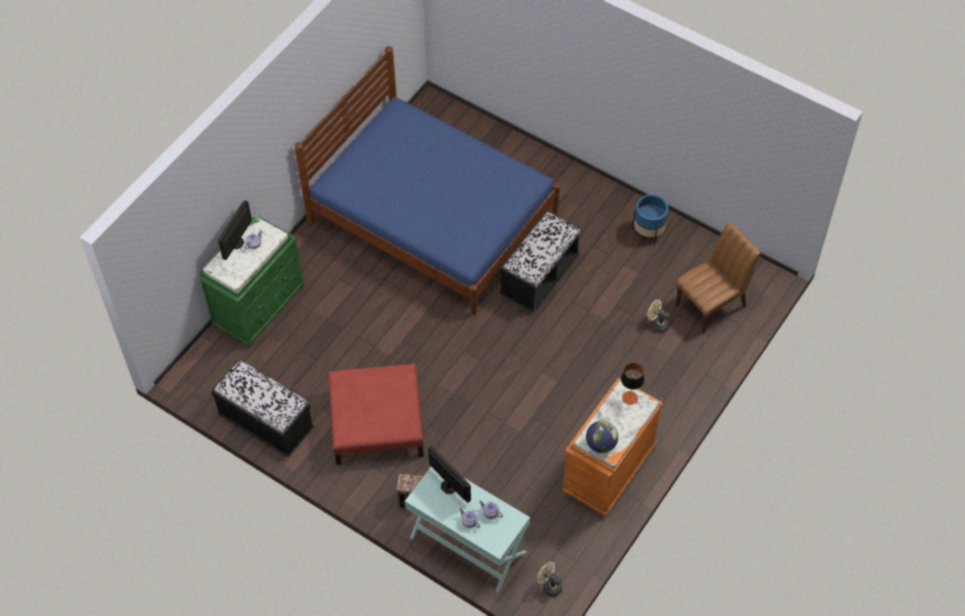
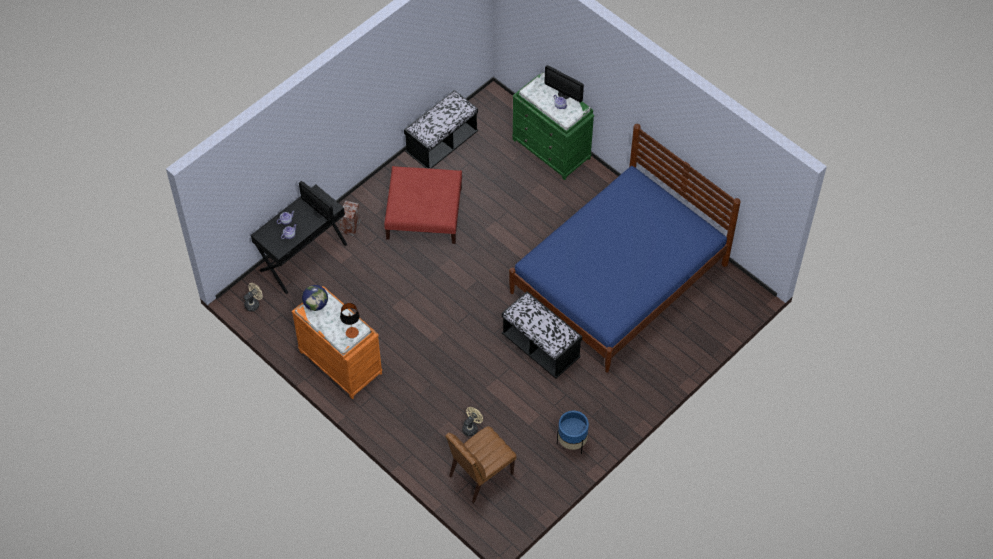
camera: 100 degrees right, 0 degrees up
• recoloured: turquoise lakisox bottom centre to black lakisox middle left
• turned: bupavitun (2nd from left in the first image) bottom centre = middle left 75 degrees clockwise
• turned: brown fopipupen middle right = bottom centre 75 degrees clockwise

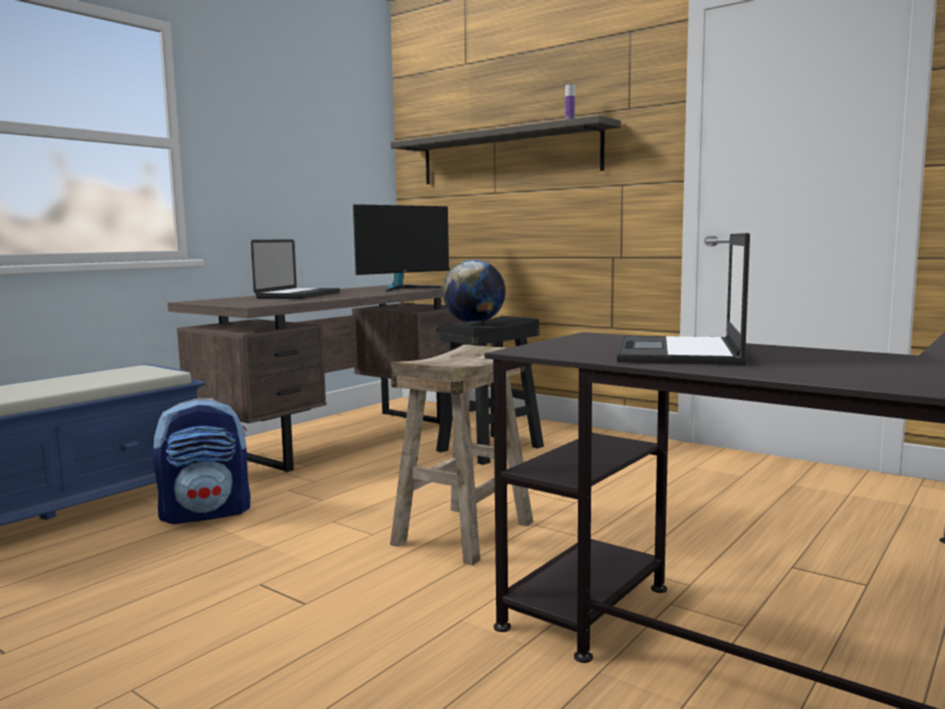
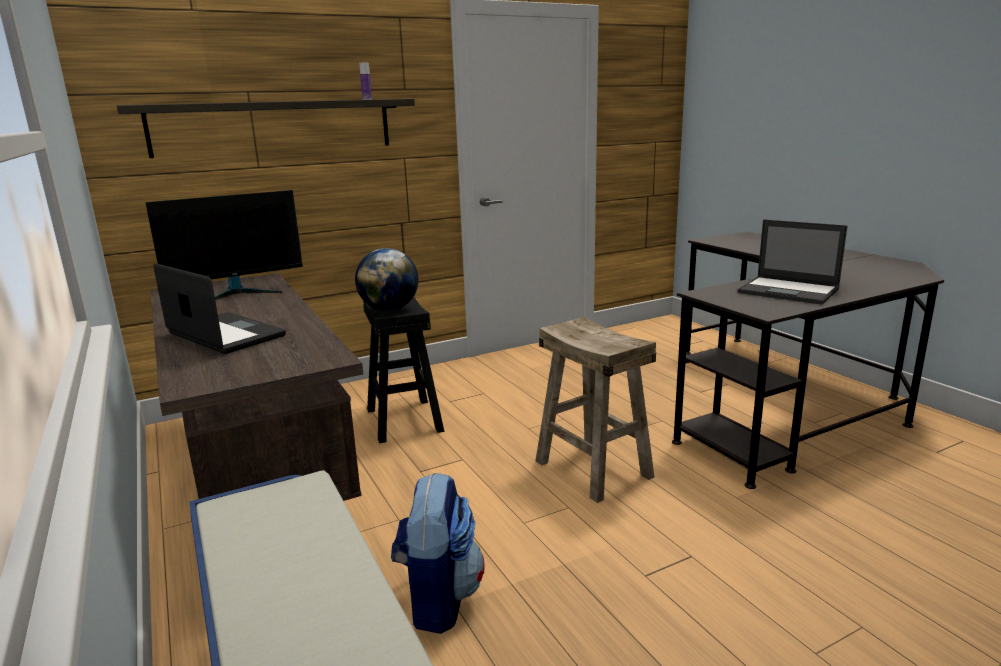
camera: 65 degrees left, 10 degrees up
• turned: bupavitun centre = middle left 75 degrees clockwise

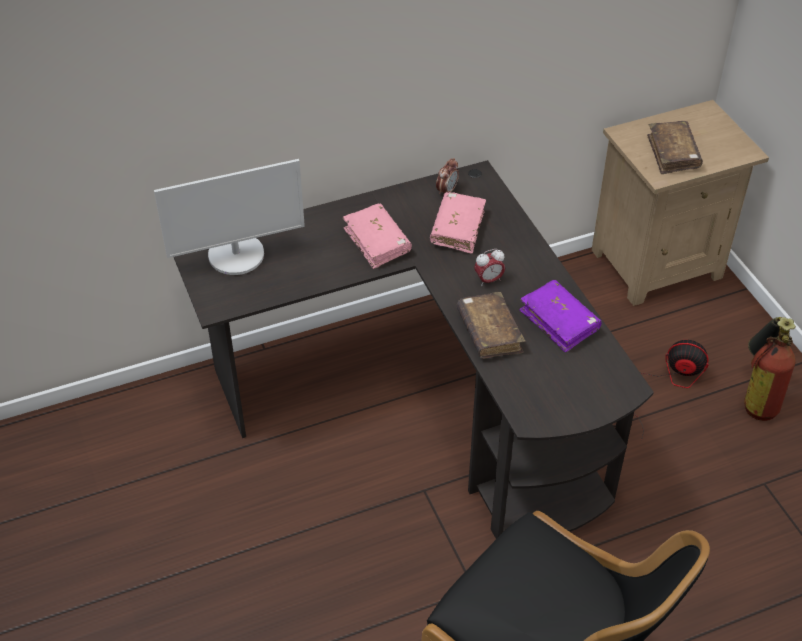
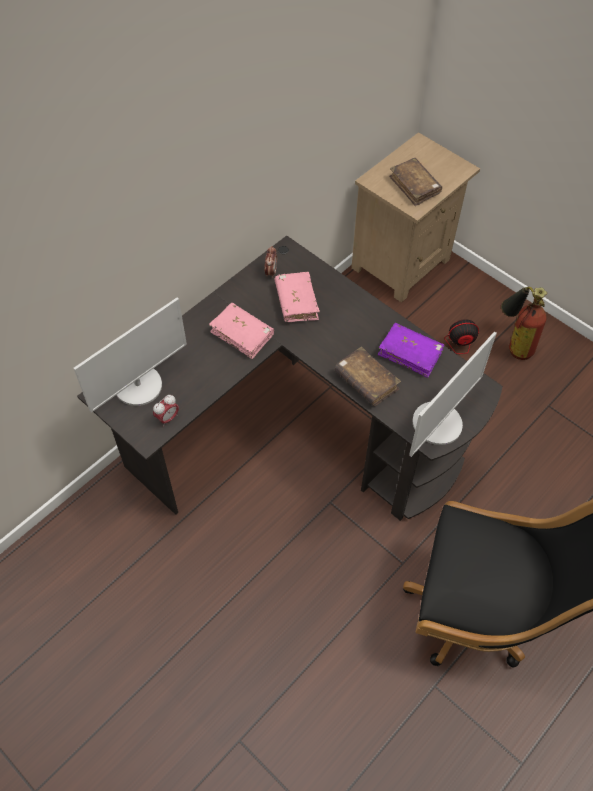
camera: 25 degrees left, 10 degrees up
• moved: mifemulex (2nd from left in the first image) centre to mifemulex (1st from left) middle left
• added: bupavitun (2nd from left) middle right

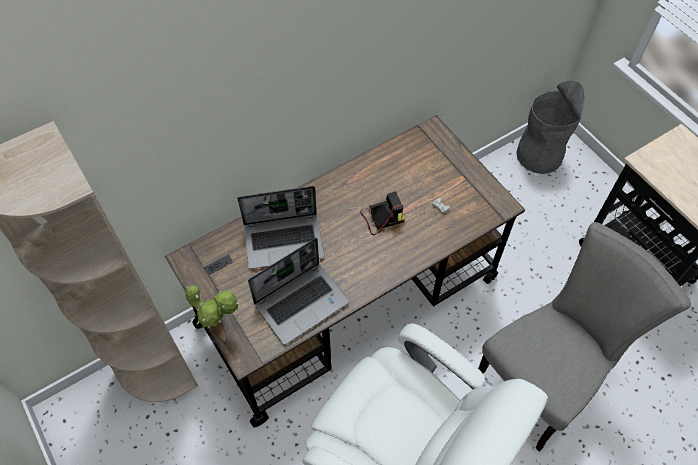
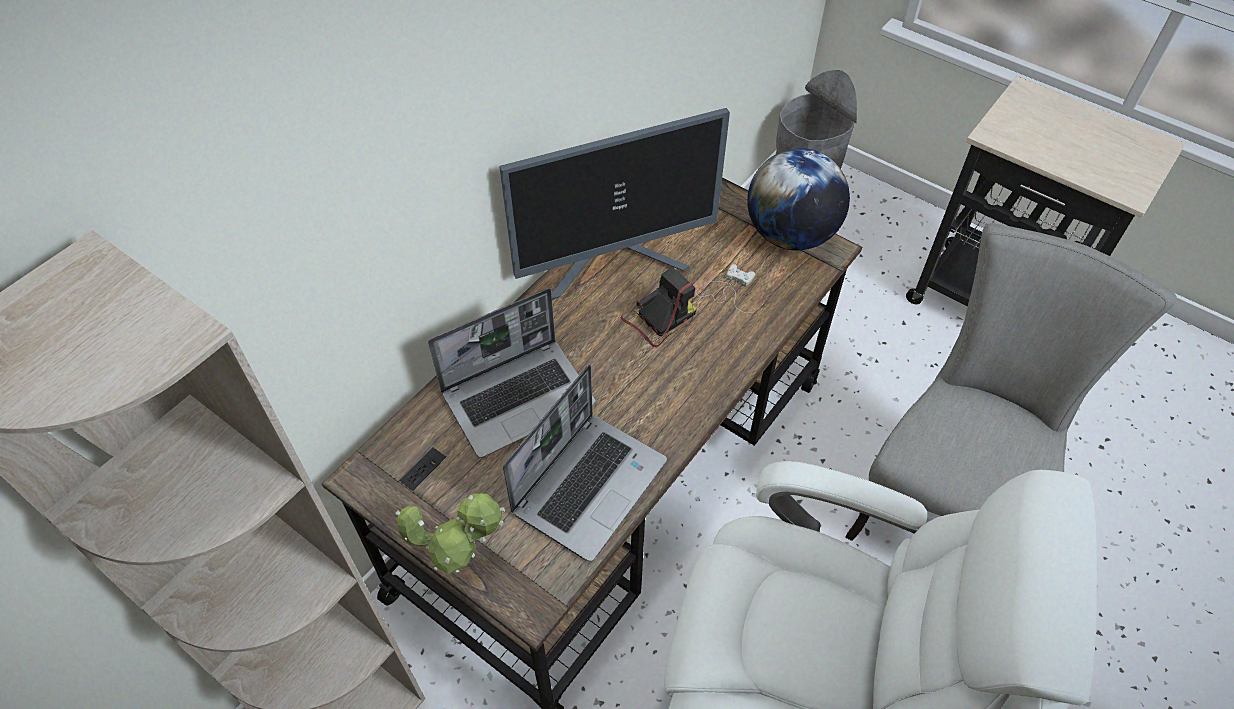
camera: 20 degrees left, 5 degrees down
• added: bupavitun top centre
• added: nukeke top centre

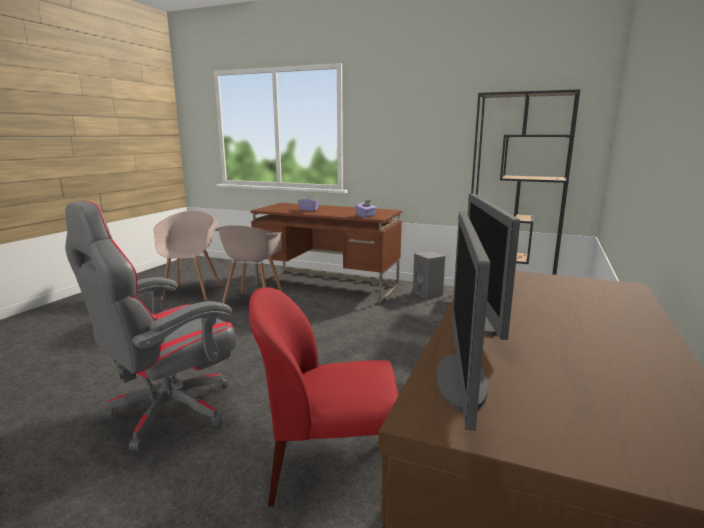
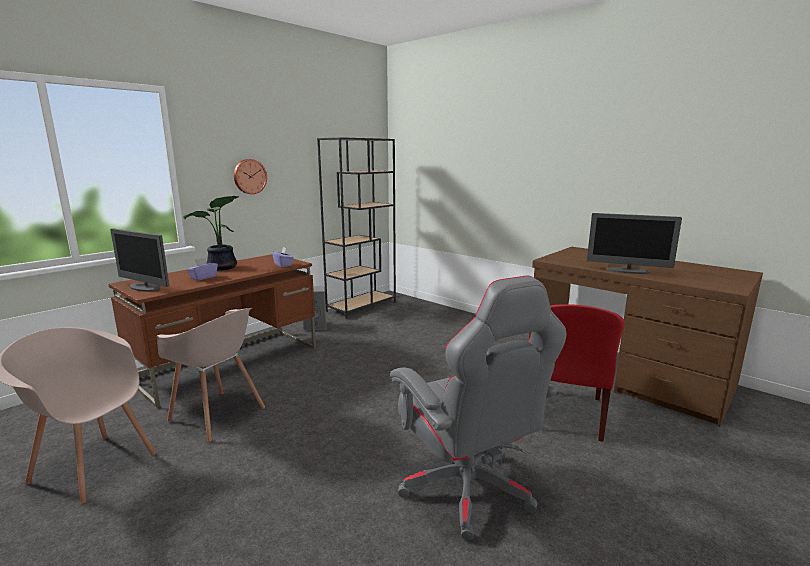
camera: 70 degrees left, 0 degrees up
• moved: bupavitun (1st from left) centre to middle left
• added: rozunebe middle left
• added: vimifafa top left

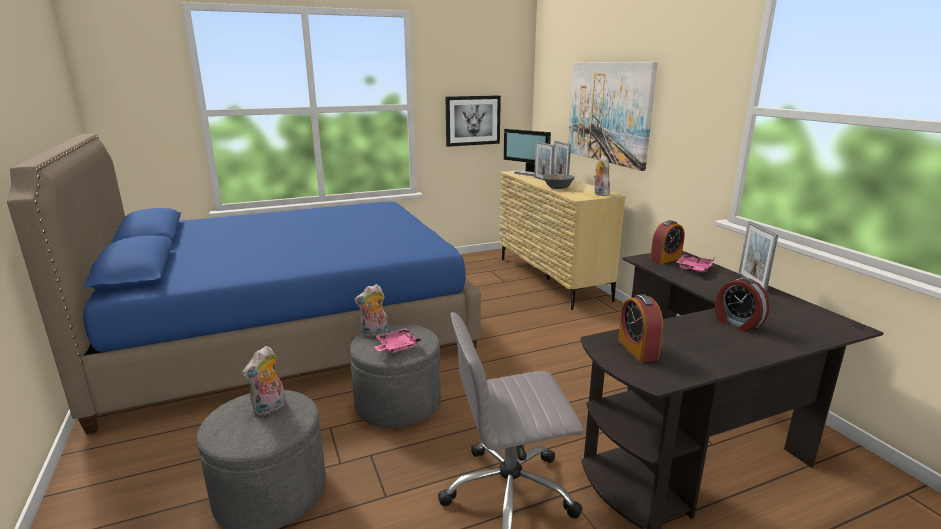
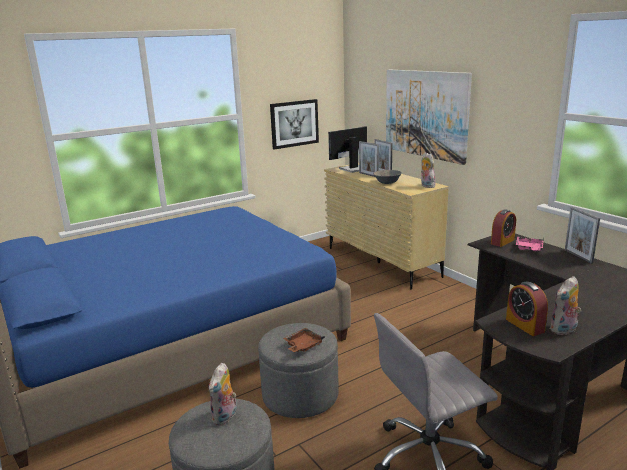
camera: 10 degrees left, 0 degrees up
• moved: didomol (2nd from left in the first image) centre to didomol (3rd from left) middle right
• recoloured: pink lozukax (1st from left) centre to brown lozukax bottom centre
• turned: bupavitun top centre = top centre 120 degrees clockwise
• removed: mifemulex (3rd from left) middle right

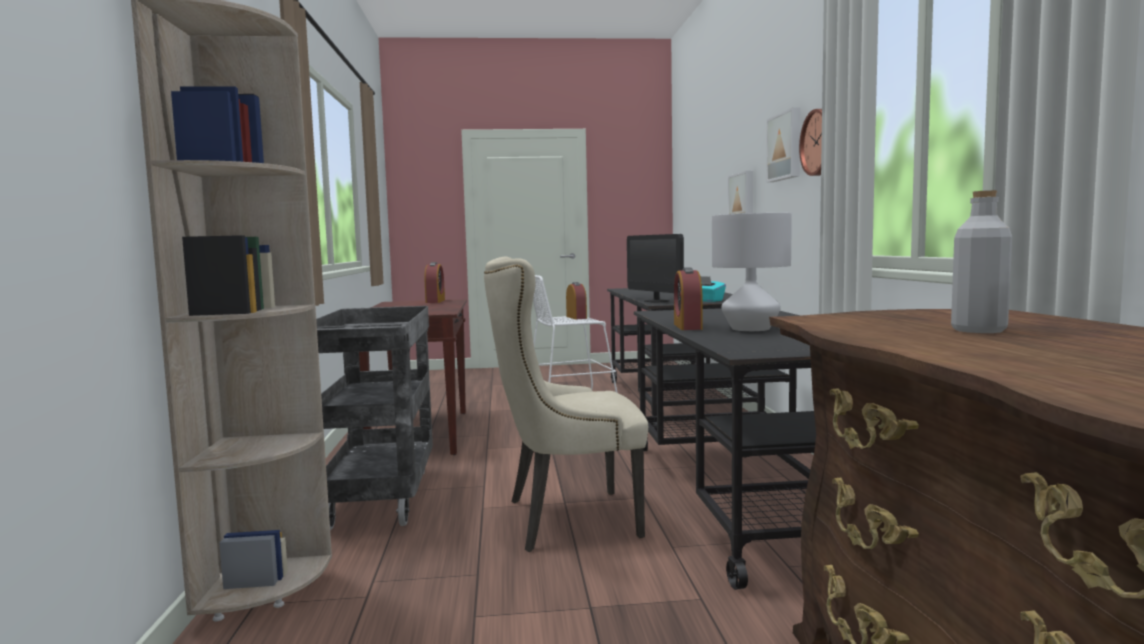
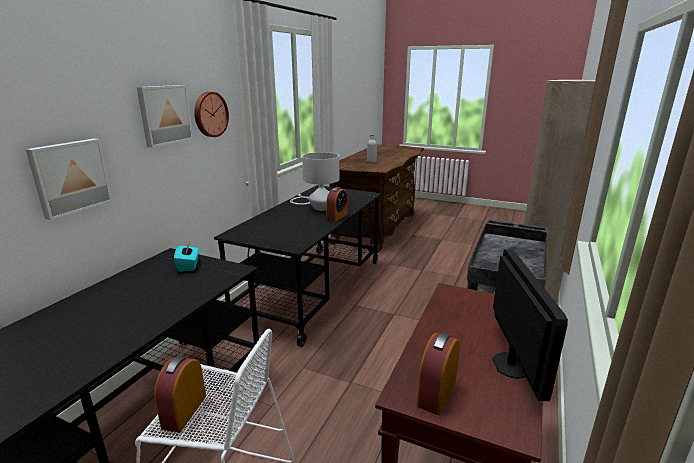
camera: 150 degrees left, 15 degrees up
• removed: beige fopipupen centre
• moved: bupavitun centre to bottom right

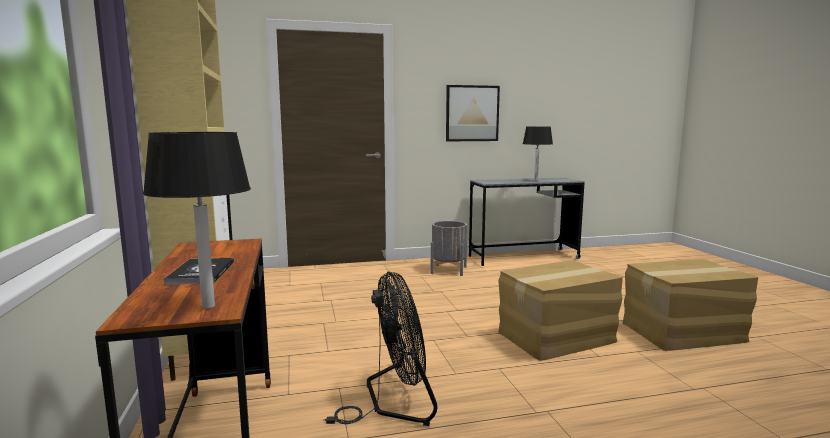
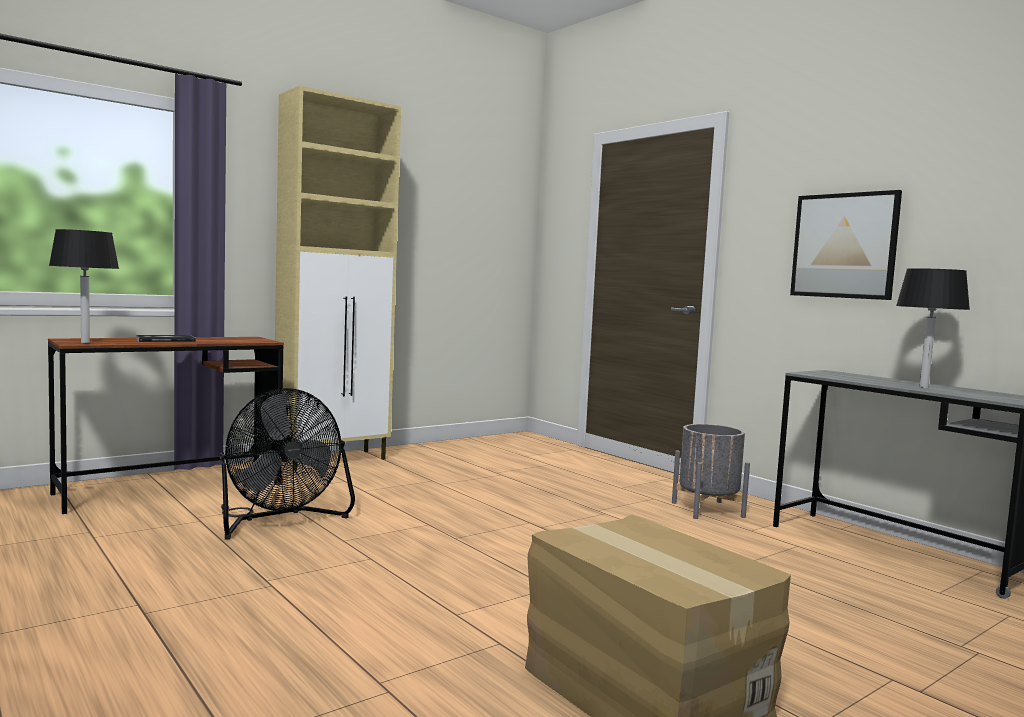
camera: 65 degrees right, 5 degrees down
• removed: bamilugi (1st from left) bottom right

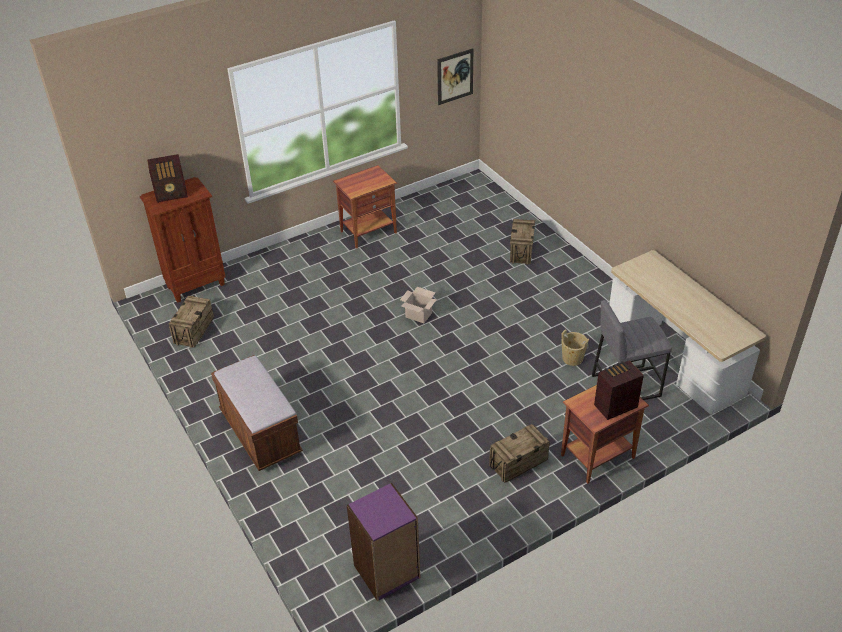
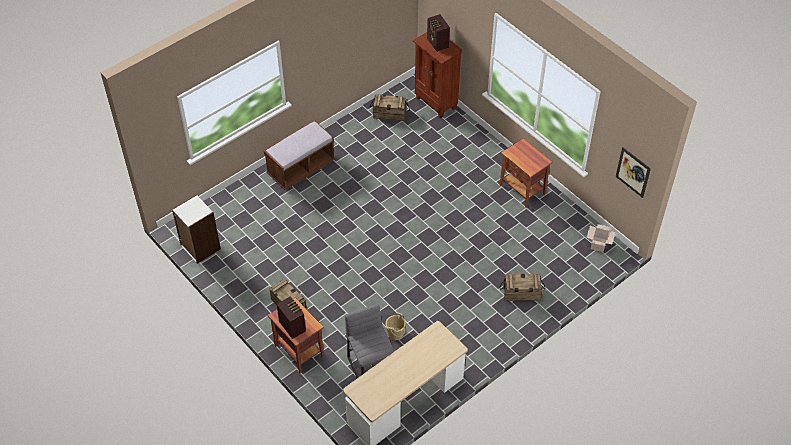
camera: 80 degrees right, 10 degrees up
• recoloured: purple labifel bottom centre to white labifel middle left
• moved: bamilugi centre to middle right

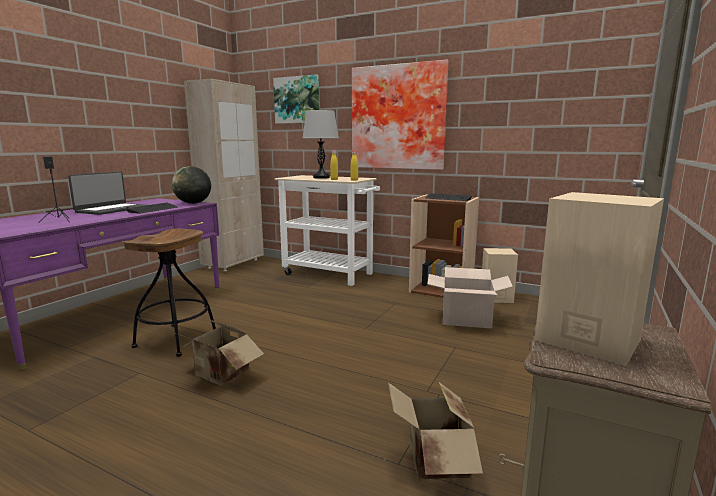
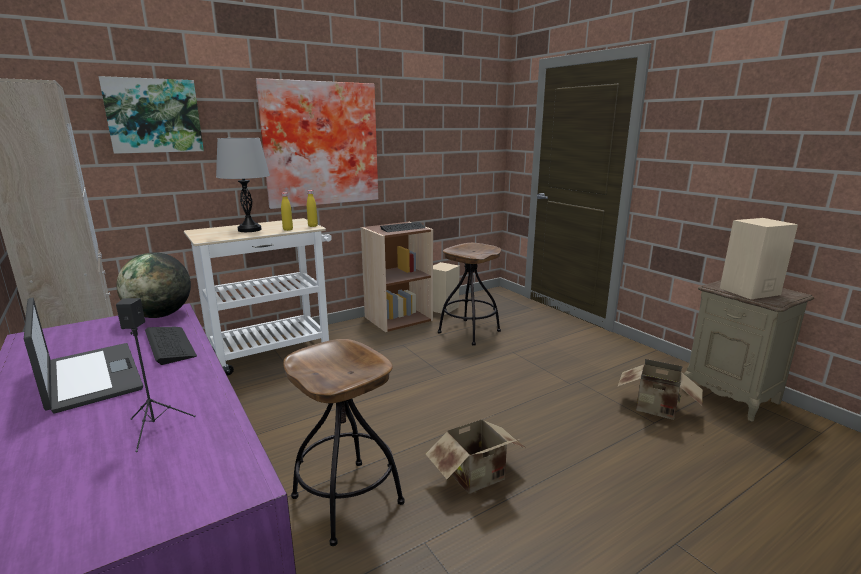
camera: 60 degrees left, 5 degrees up
• replaced: bamilugi (3rd from left) centre to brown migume (2nd from left) centre

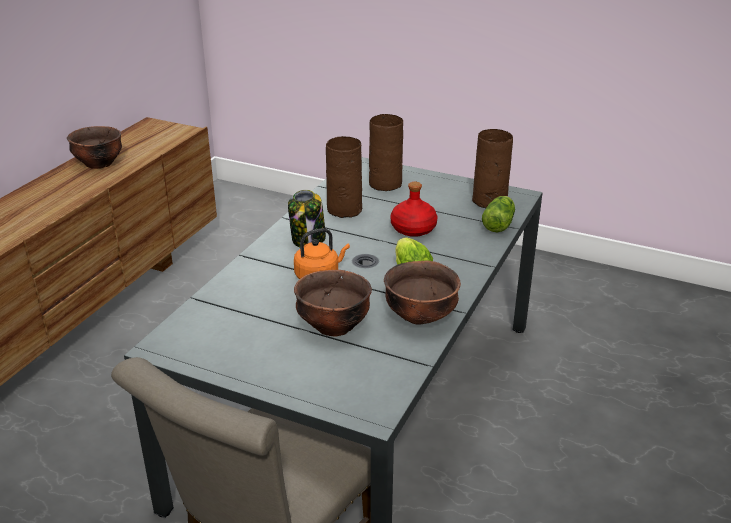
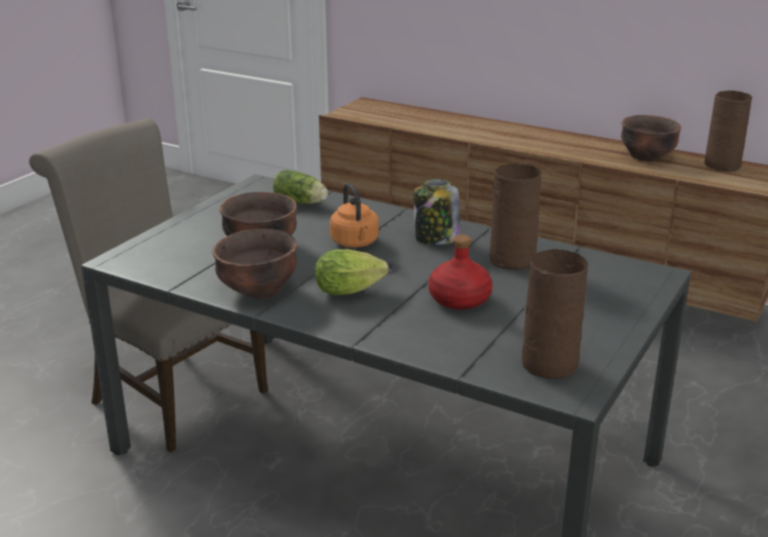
camera: 95 degrees right, 5 degrees down
• moved: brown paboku (2nd from left in the first image) top centre to brown paboku (3rd from left) top right
• moved: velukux (2nd from left in the first image) middle right to velukux (1st from left) centre

